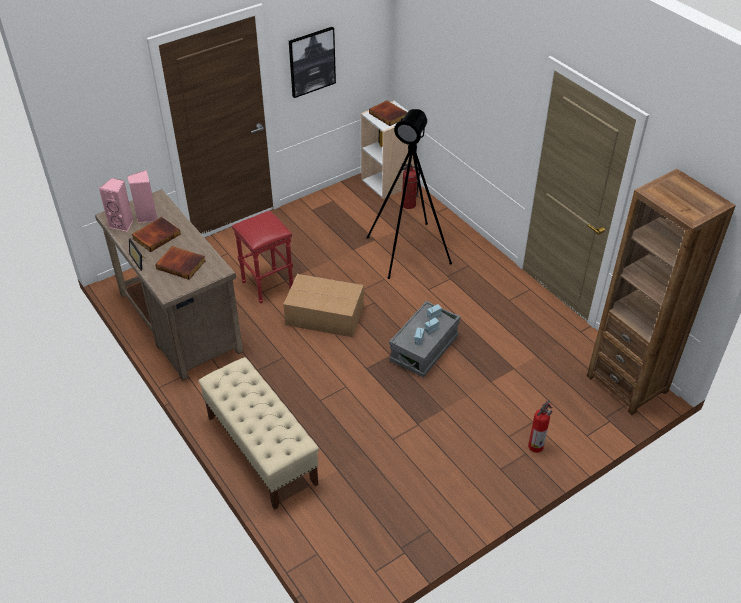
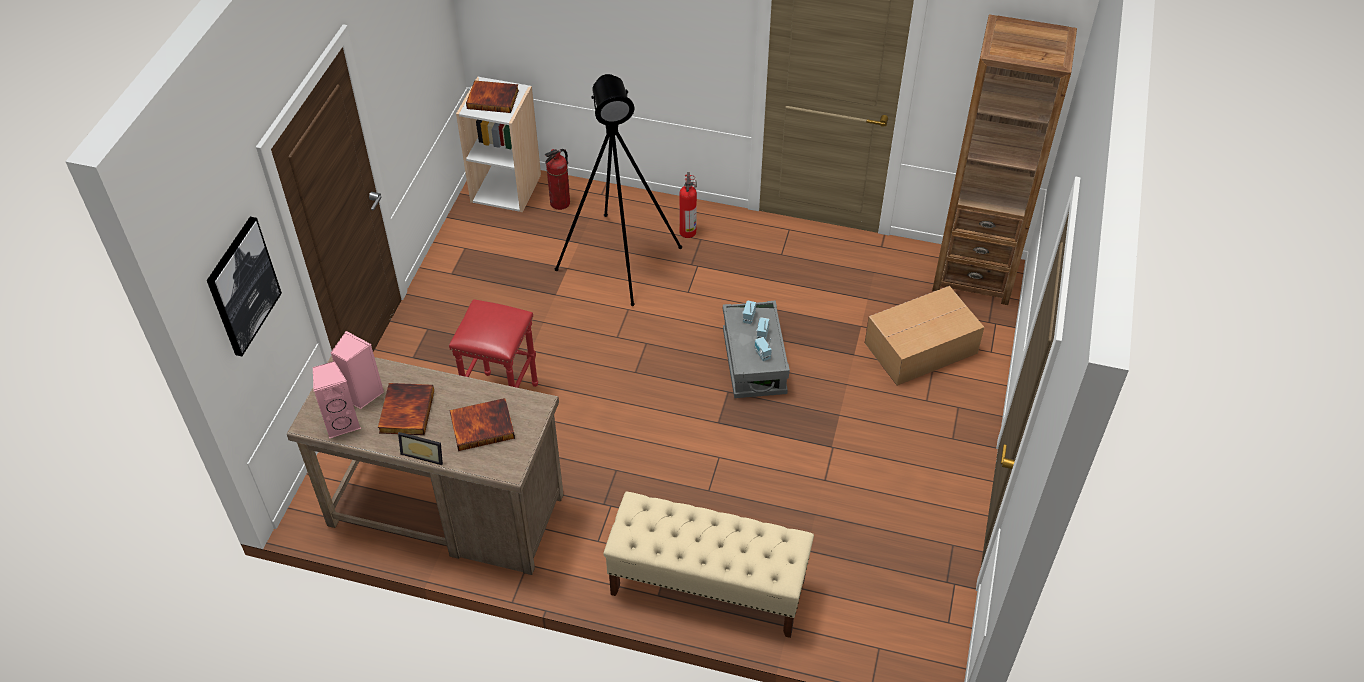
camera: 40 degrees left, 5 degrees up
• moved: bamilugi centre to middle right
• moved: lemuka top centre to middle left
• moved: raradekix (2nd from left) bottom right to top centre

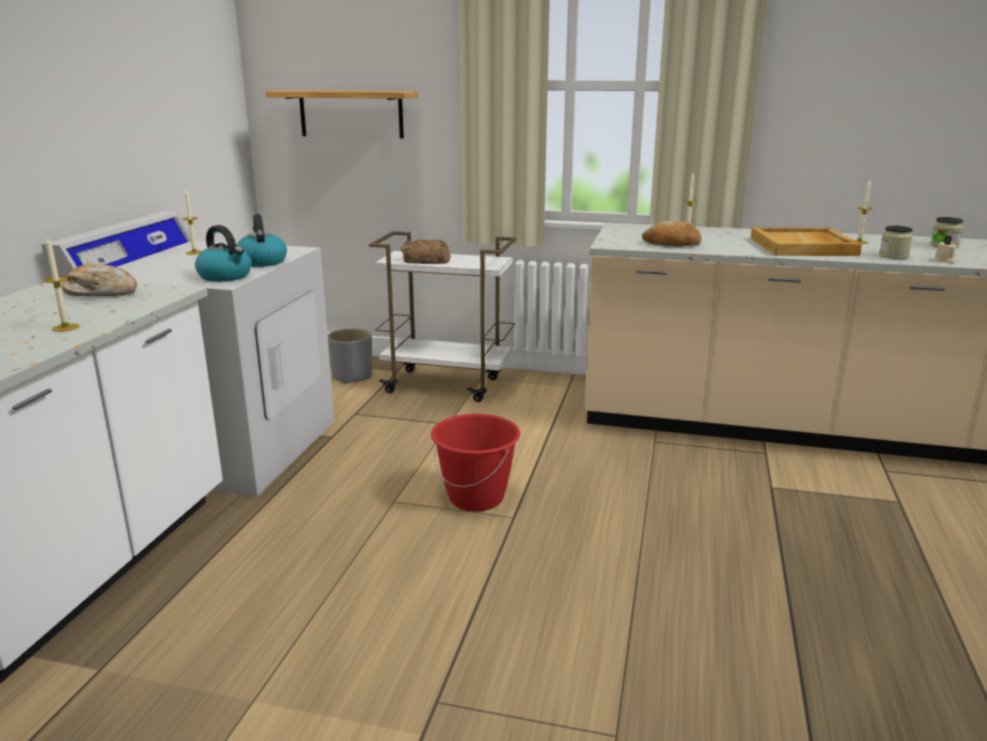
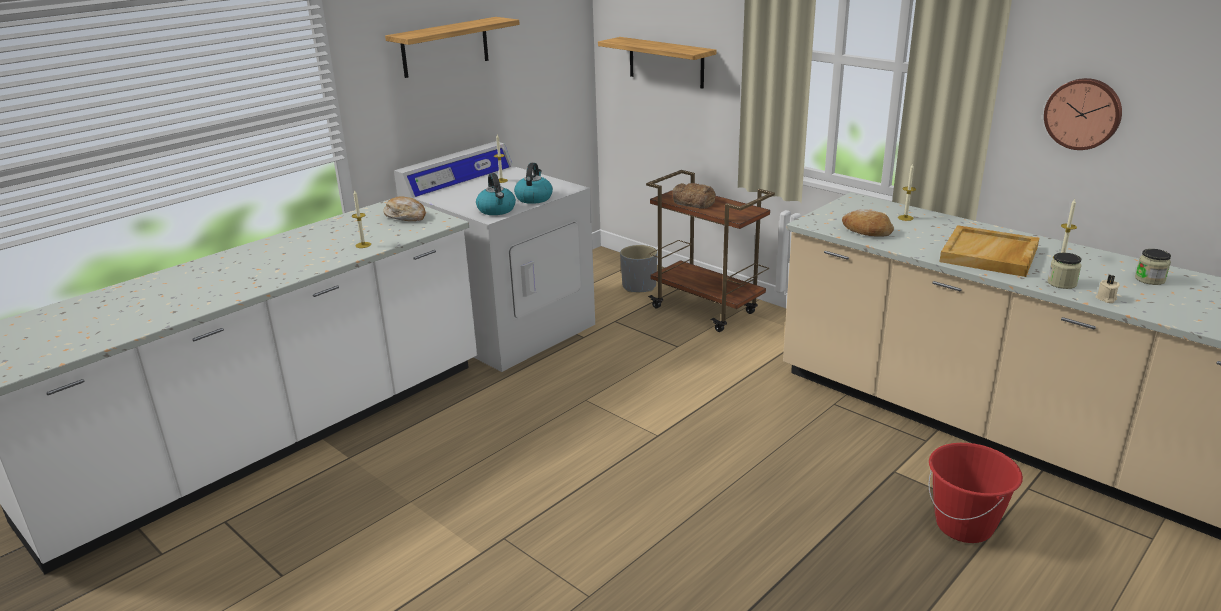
camera: 30 degrees right, 5 degrees up
• recoloured: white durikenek centre to brown durikenek centre
• moved: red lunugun centre to bottom right
• added: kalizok (1st from left) top centre
• added: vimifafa top right

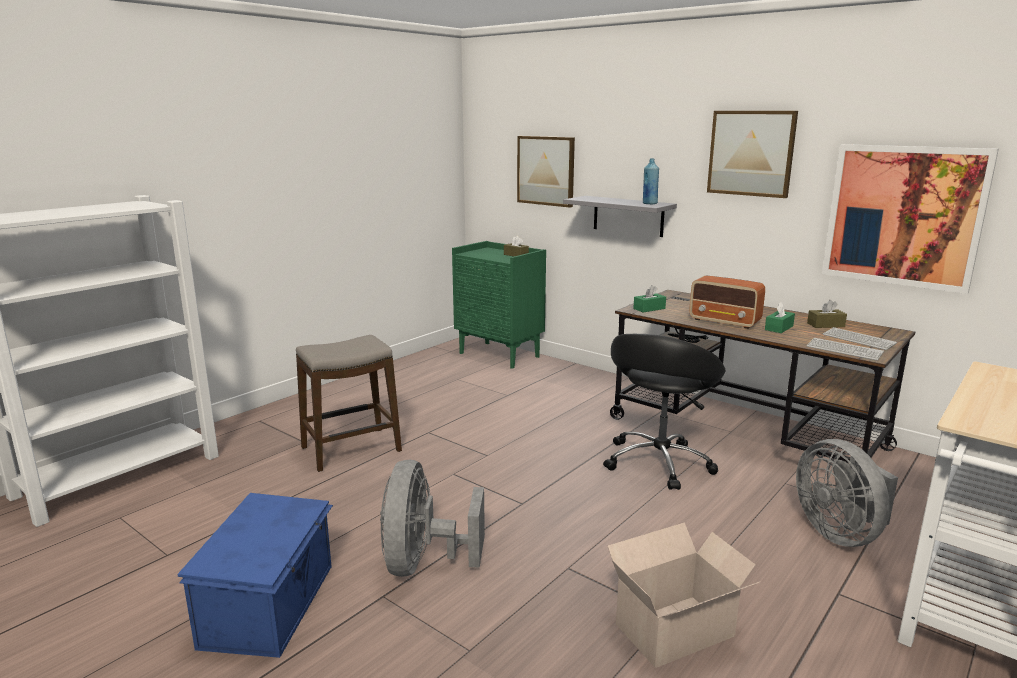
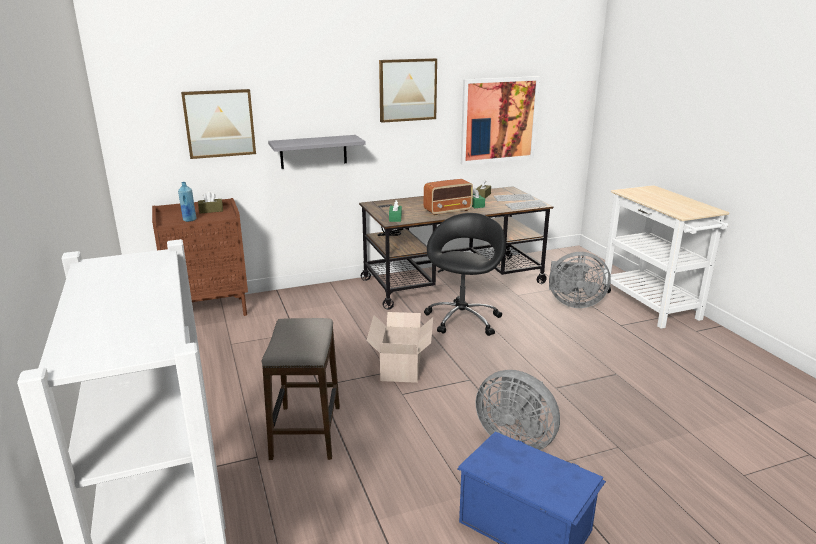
camera: 60 degrees left, 5 degrees up
• recoloured: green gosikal centre to brown gosikal middle left
• turned: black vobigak centre = centre 120 degrees counterclockwise
• moved: bamilugi bottom right to centre
• moved: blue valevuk top centre to middle left

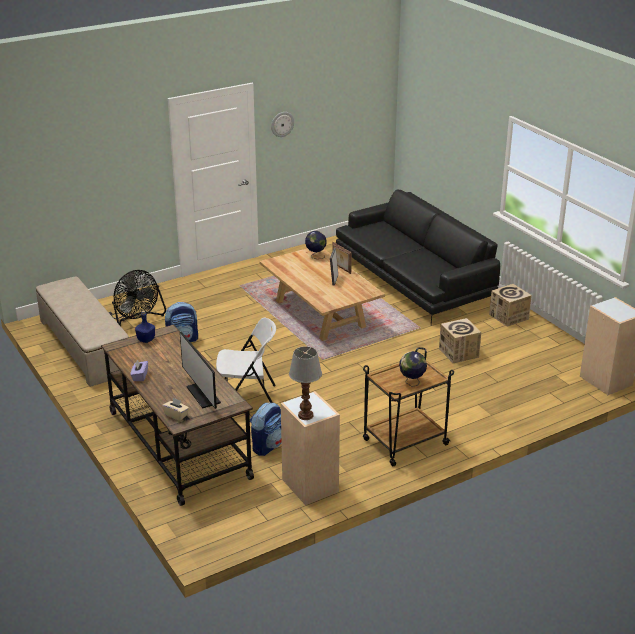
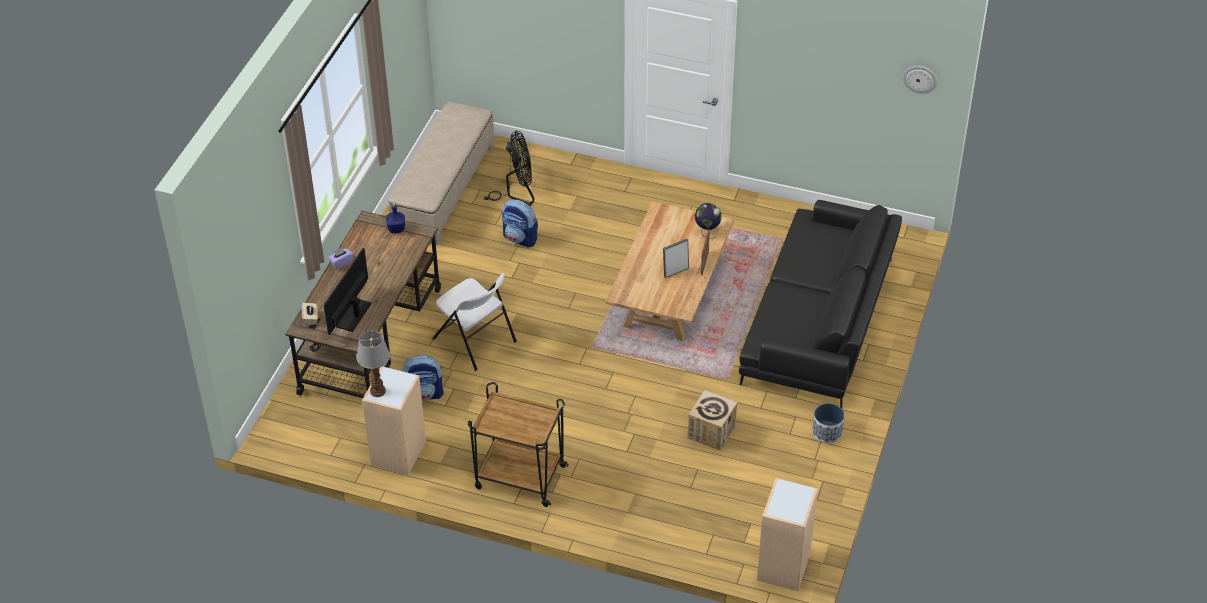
camera: 50 degrees right, 15 degrees up
• turned: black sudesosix middle left = top centre 105 degrees counterclockwise
• moved: vimifafa top centre to top right
• removed: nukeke (2nd from left) centre
• replaced: bamilugi (2nd from left) middle right to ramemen bottom right

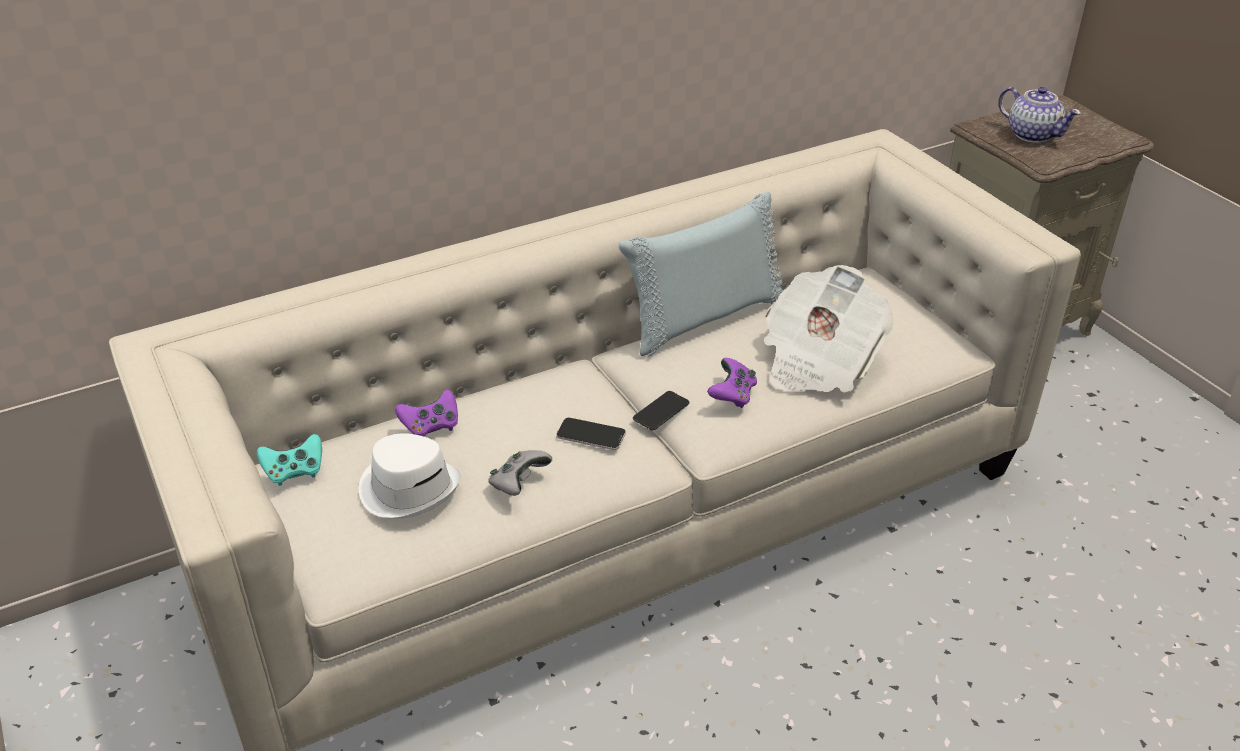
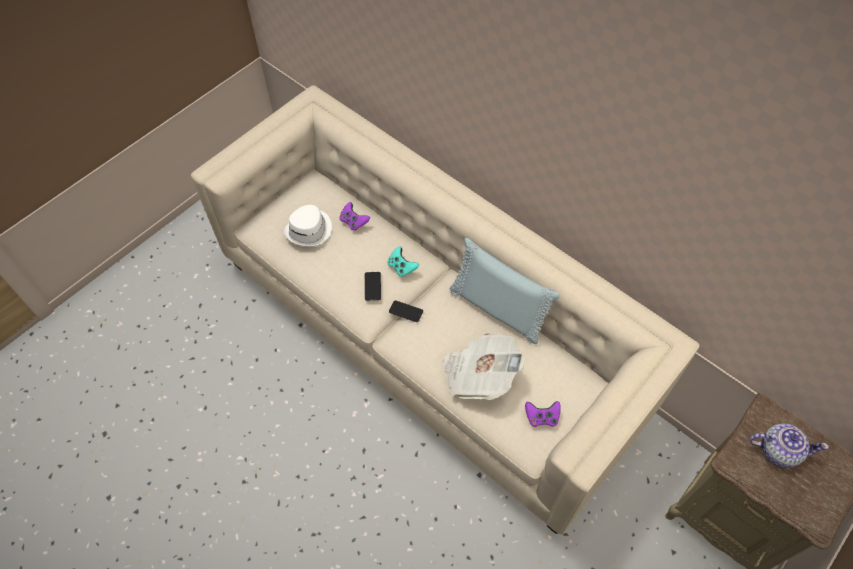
camera: 70 degrees right, 20 degrees up
• moved: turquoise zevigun middle left to centre
• removed: grey zevigun centre
• moved: purple zevigun (2nd from left) centre to bottom centre
• turned: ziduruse top right = bottom right 105 degrees counterclockwise

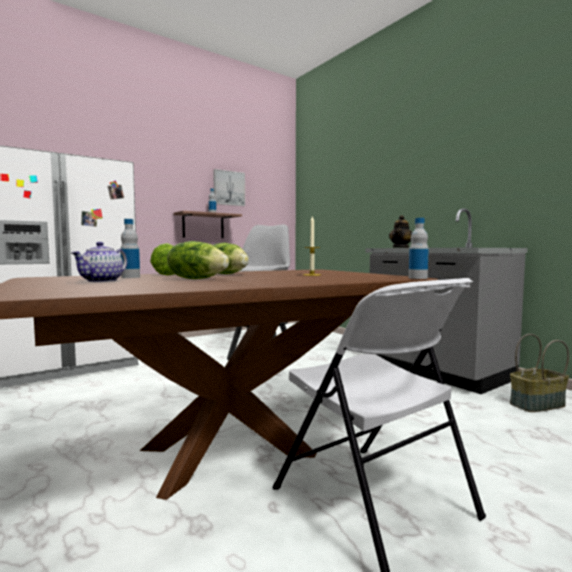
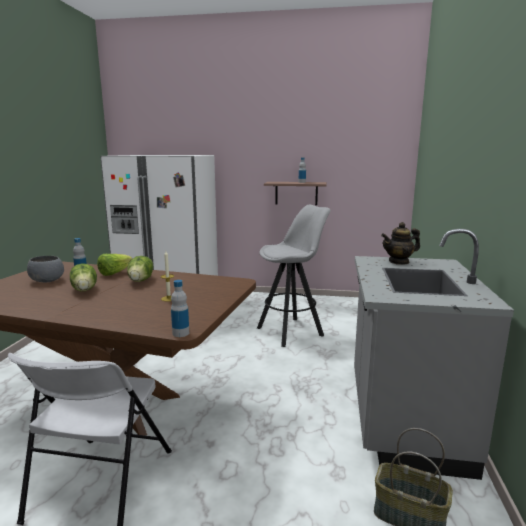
camera: 45 degrees right, 10 degrees up
• replaced: ziduruse (1st from left) middle left to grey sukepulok middle left
• removed: lemuka top centre

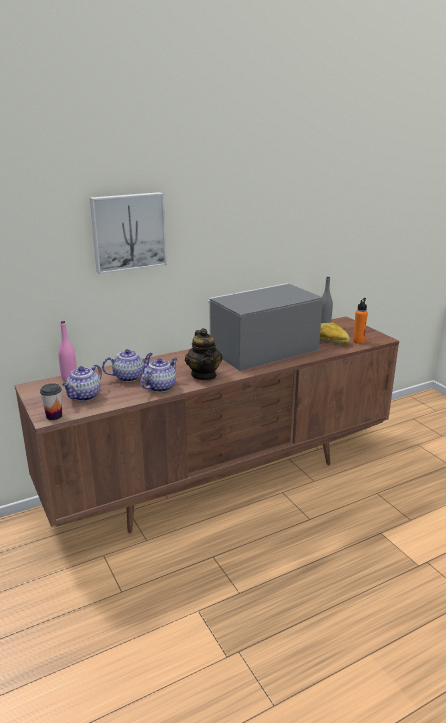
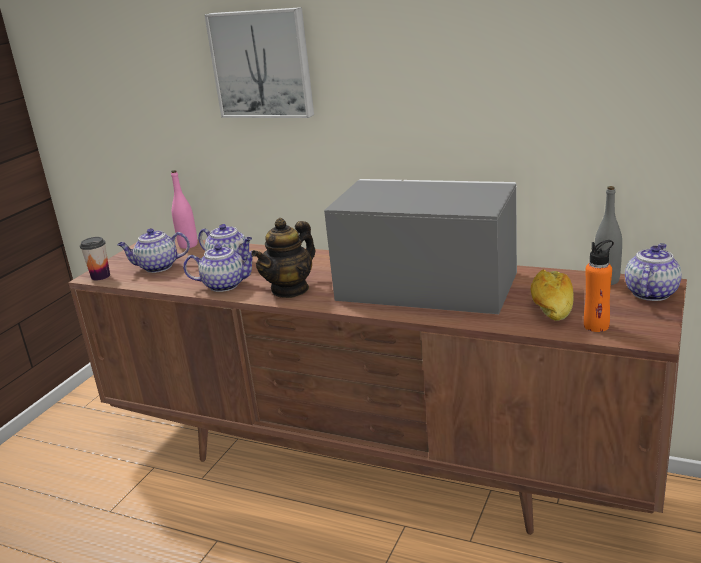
camera: 55 degrees right, 0 degrees up
• added: ziduruse (5th from left) middle right

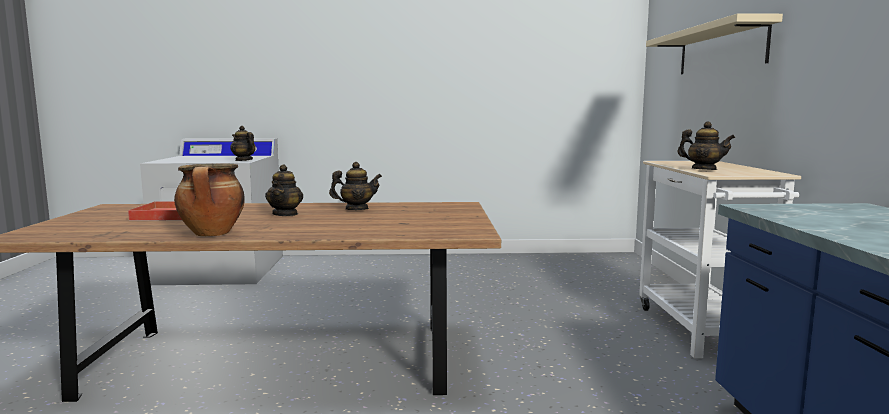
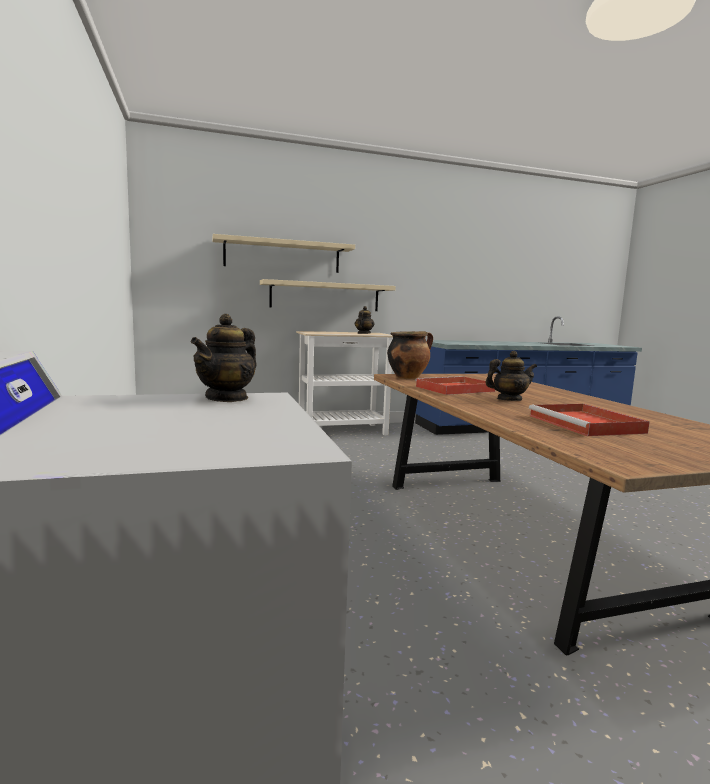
camera: 105 degrees left, 0 degrees up
• moved: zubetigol middle left to centre
• replaced: ziduruse (3rd from left) centre to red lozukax (1st from left) centre
• added: beige kalizok (2nd from left) centre

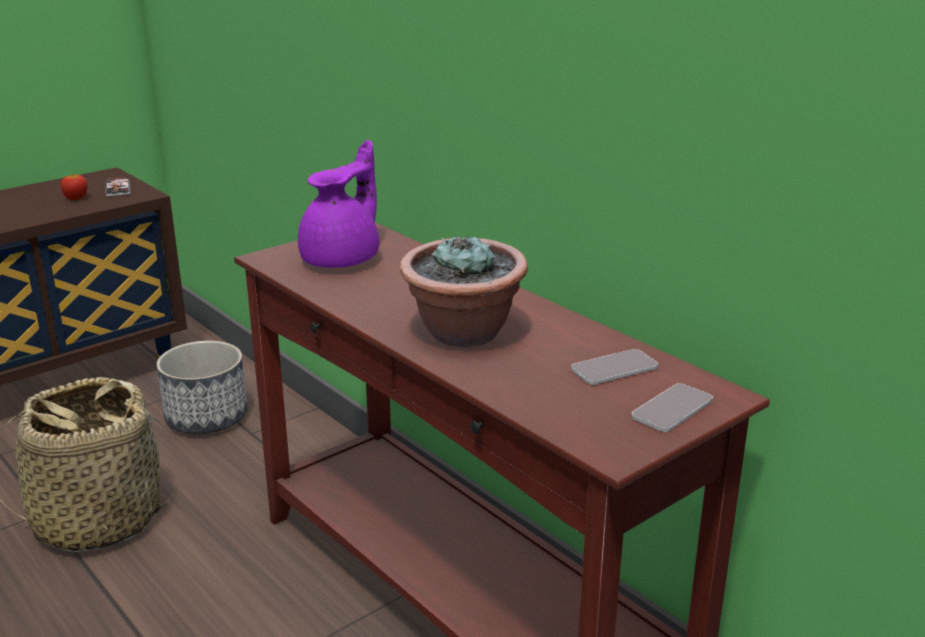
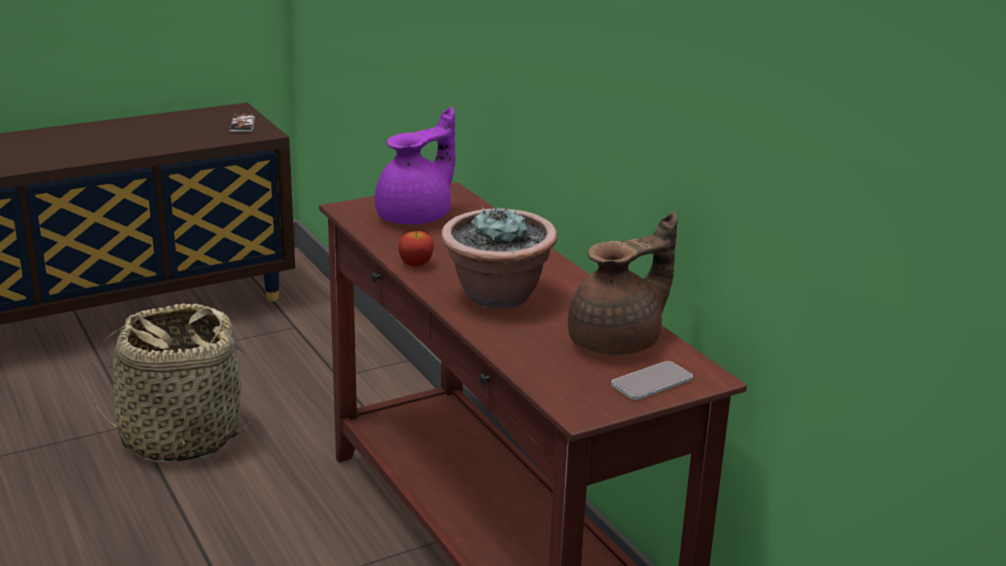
camera: 10 degrees right, 0 degrees up
• moved: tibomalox top left to centre
• removed: ramemen middle left
• replaced: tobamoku (2nd from left) centre to brown ziduruse centre

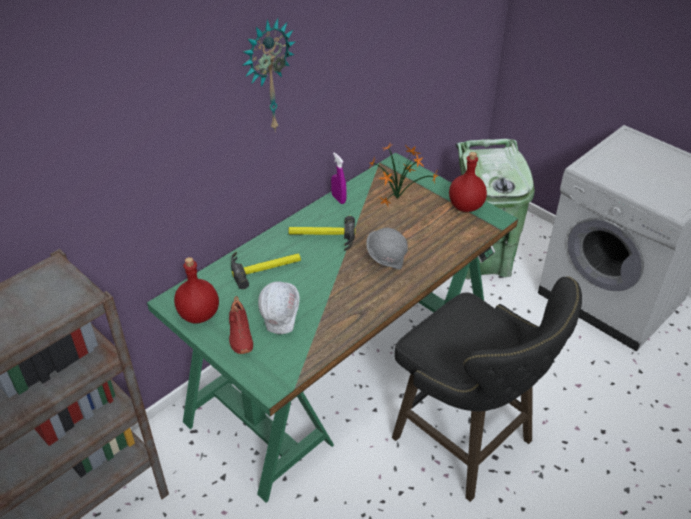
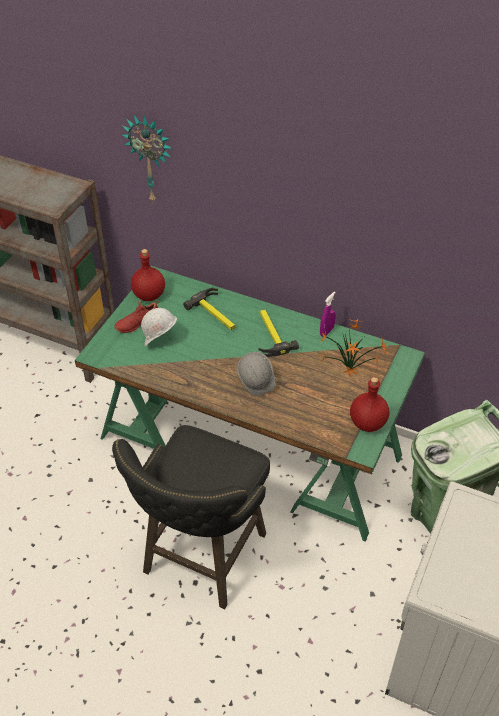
camera: 70 degrees right, 5 degrees up
• moved: vimifafa top centre to top left

